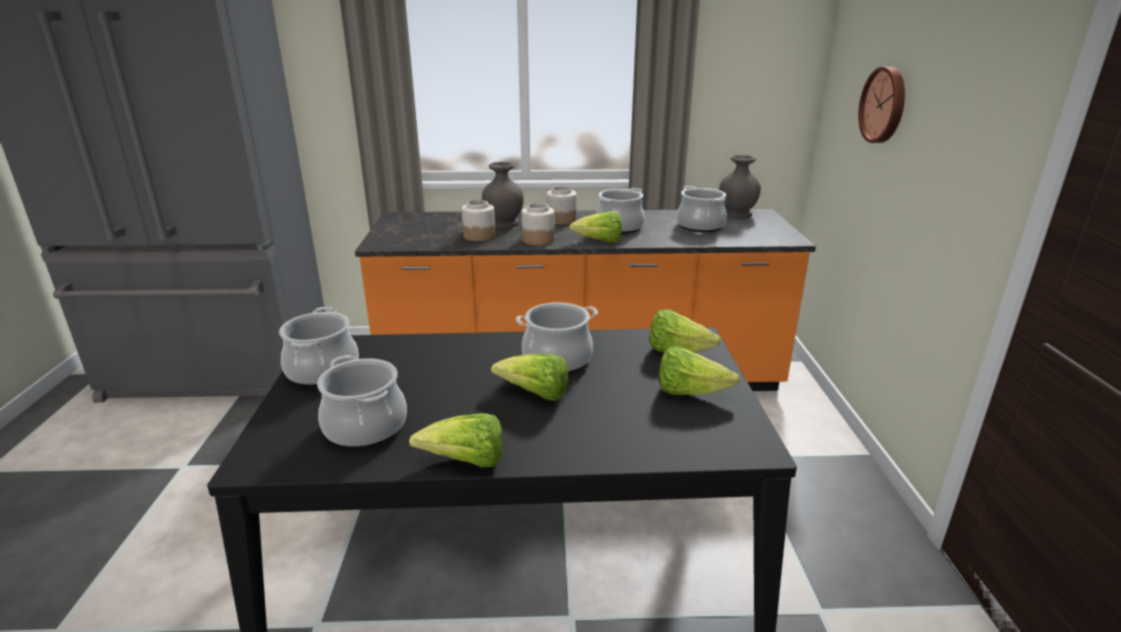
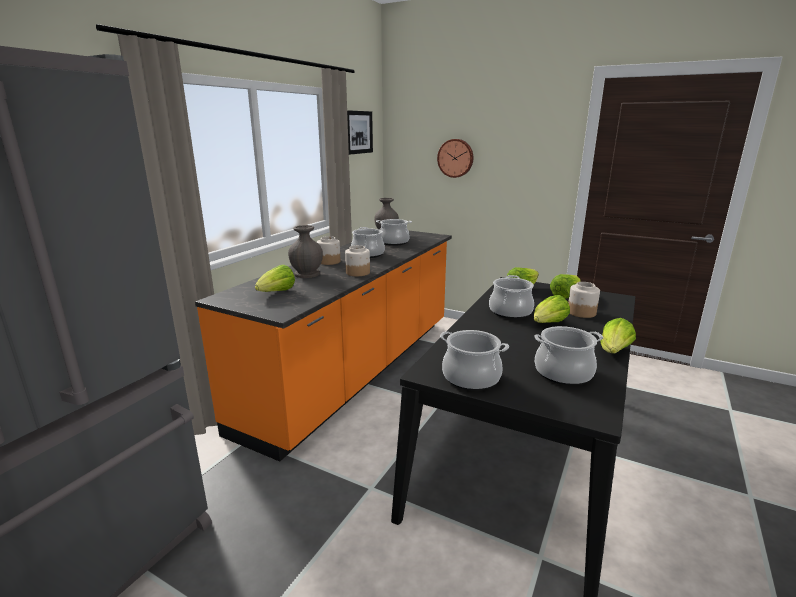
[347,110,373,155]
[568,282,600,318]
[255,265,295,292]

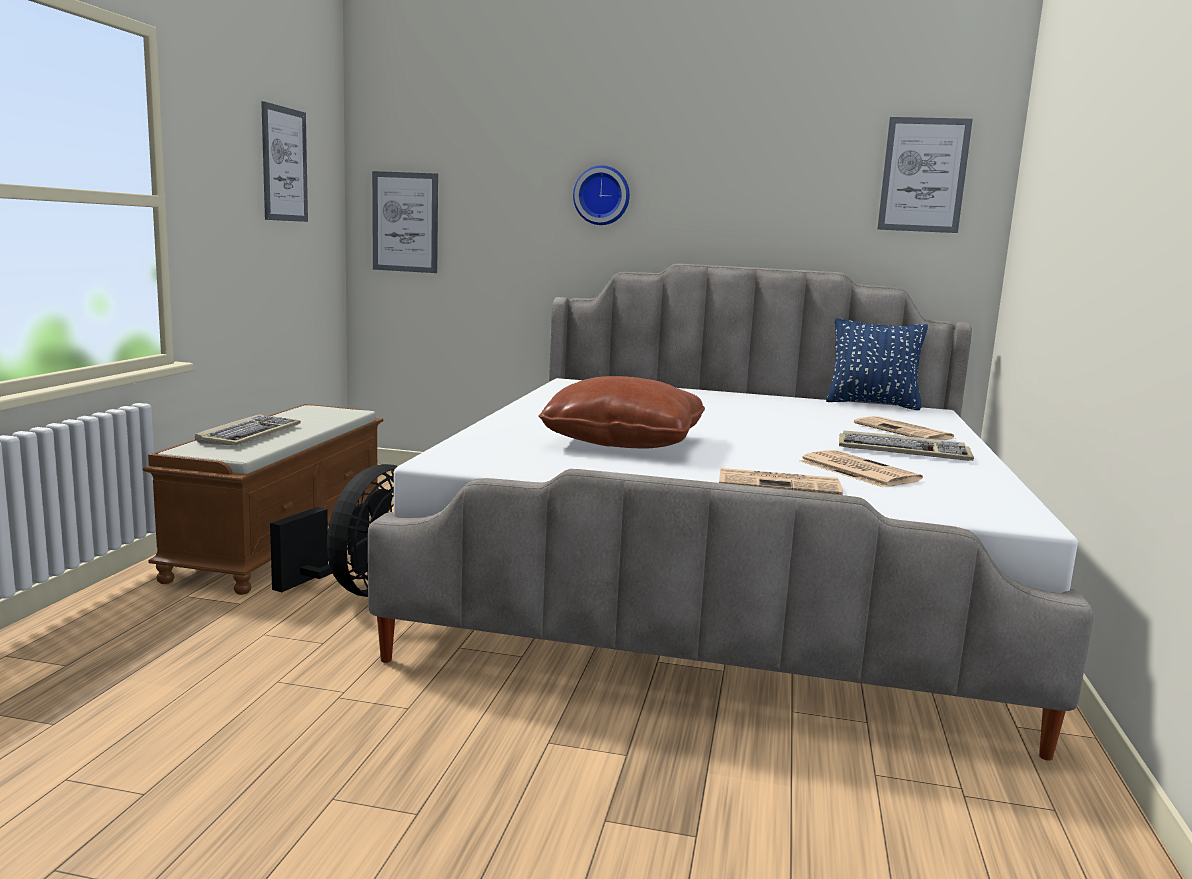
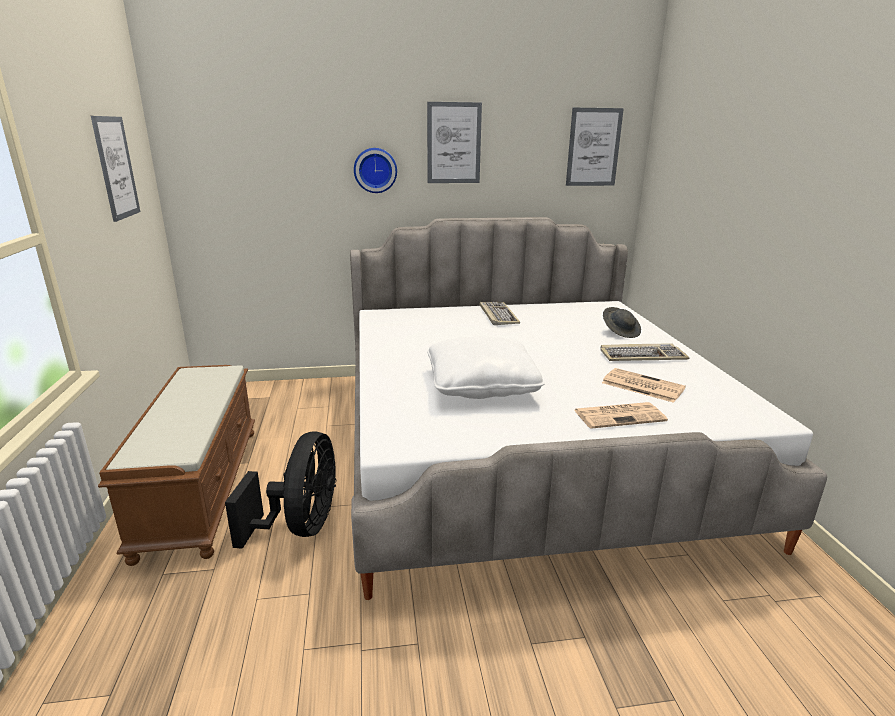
[826,318,928,410] (first image)
[479,302,520,325]
[427,102,482,183]
[603,307,641,338]
[427,337,545,399]

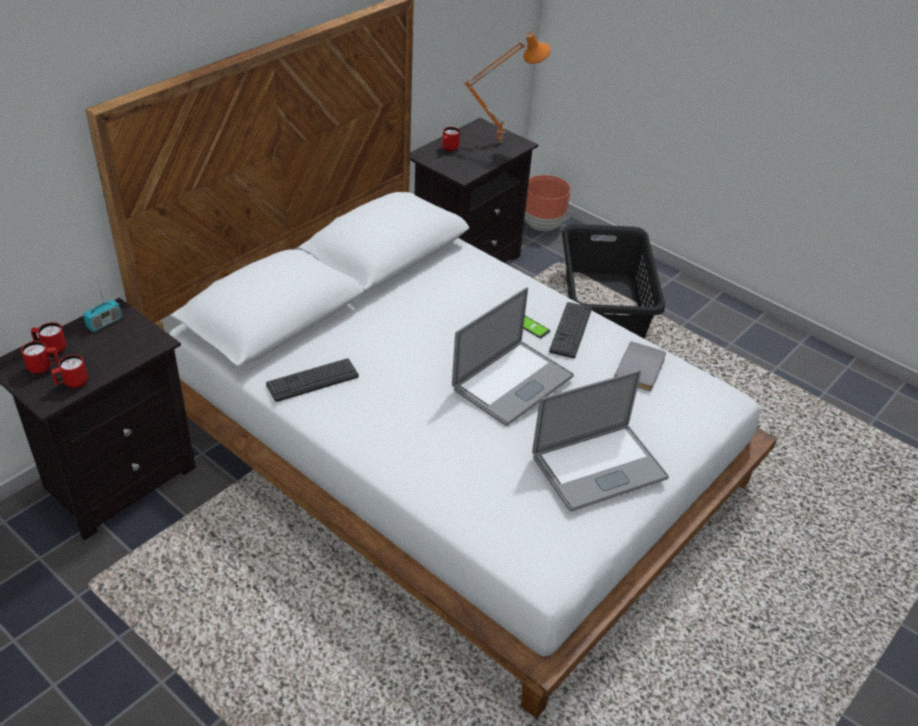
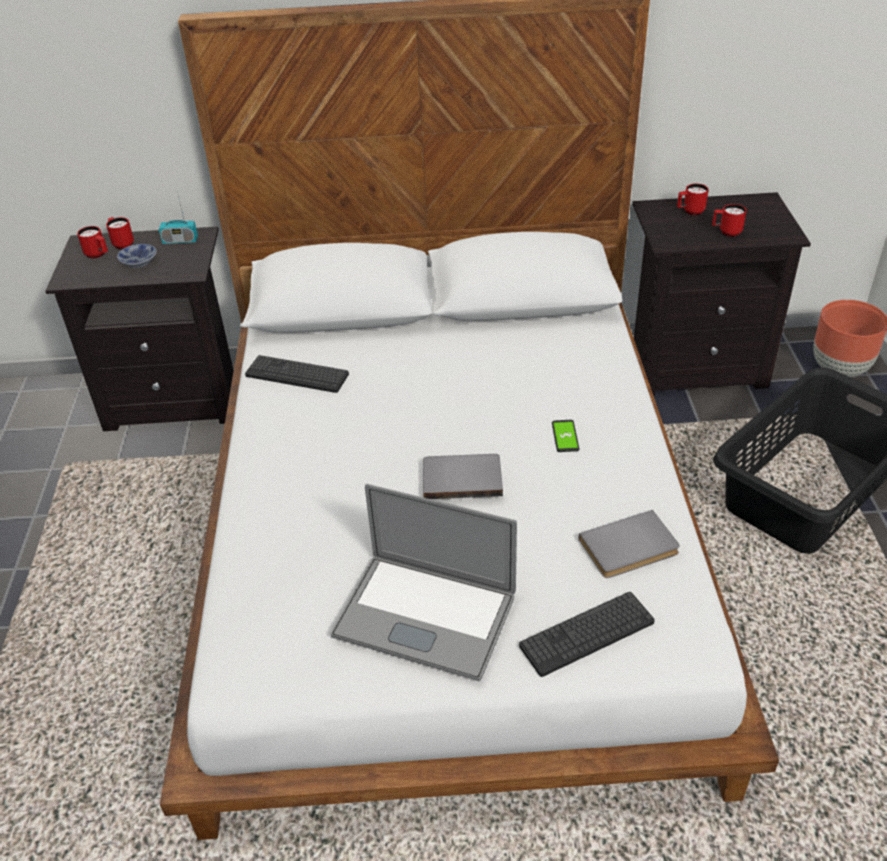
[464,32,551,143] (first image)
[117,244,157,268]
[712,204,747,237]
[519,592,655,677]
[423,454,503,499]

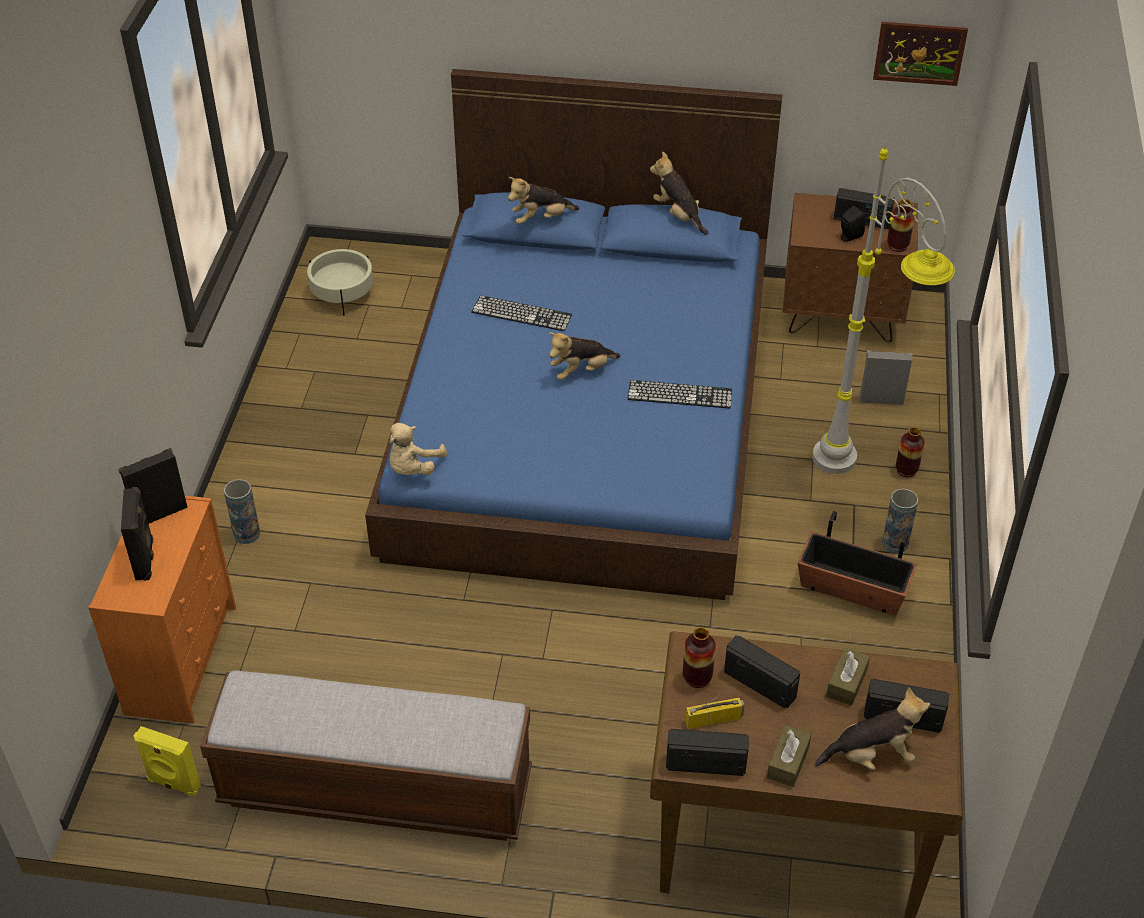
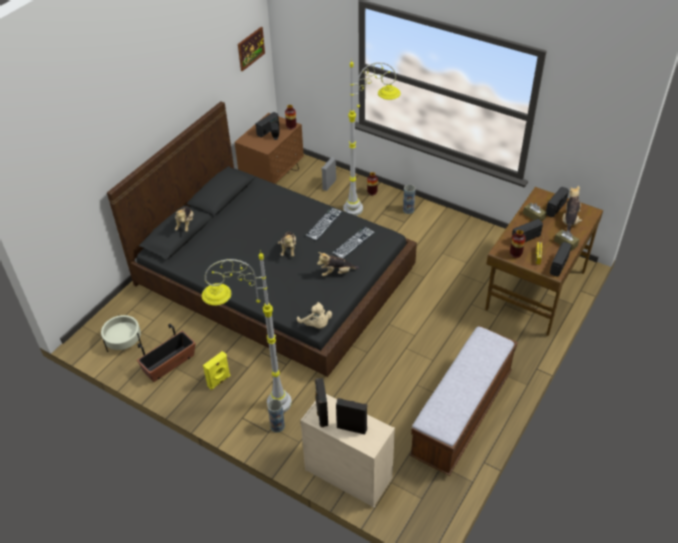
[202,250,292,413]
[203,351,230,390]
[332,227,375,259]
[317,252,359,276]
[137,324,196,382]
[300,394,395,508]
[107,101,417,377]

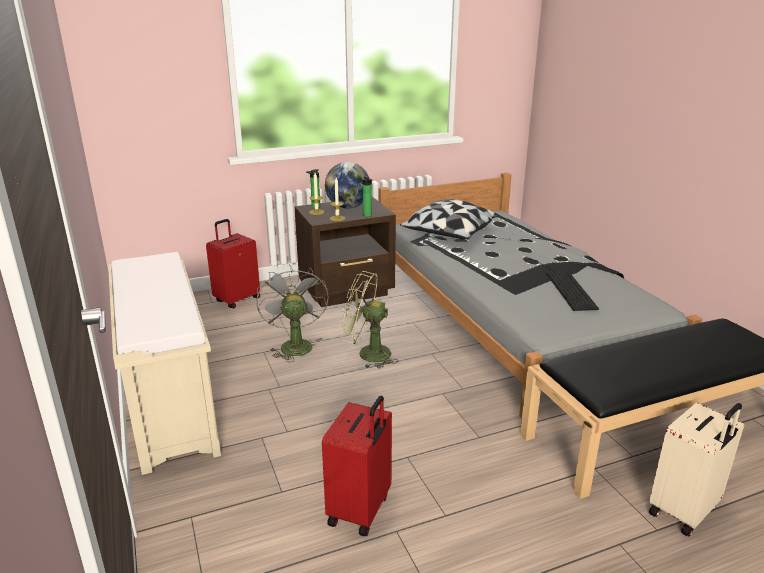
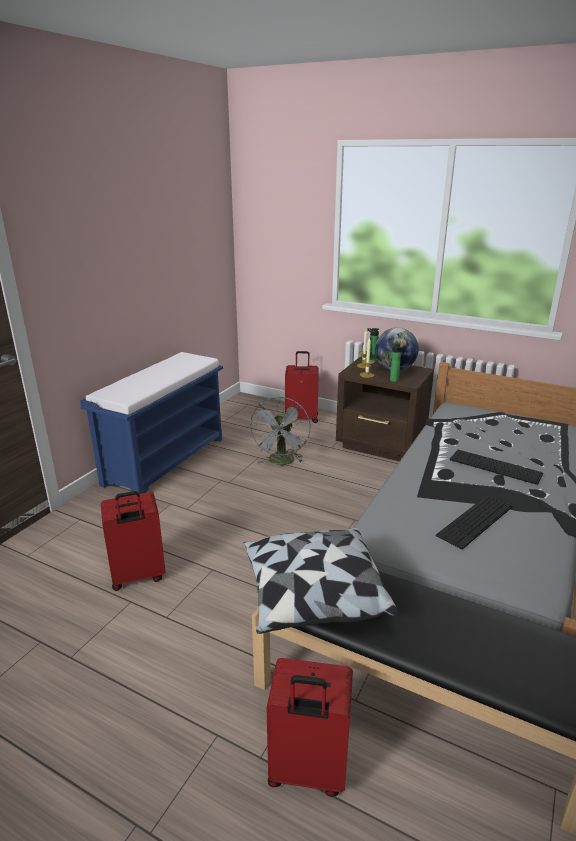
[340,271,397,369] (first image)
[450,450,543,485]
[244,528,399,634]
[80,352,223,494]
[267,658,353,797]
[250,397,310,465]

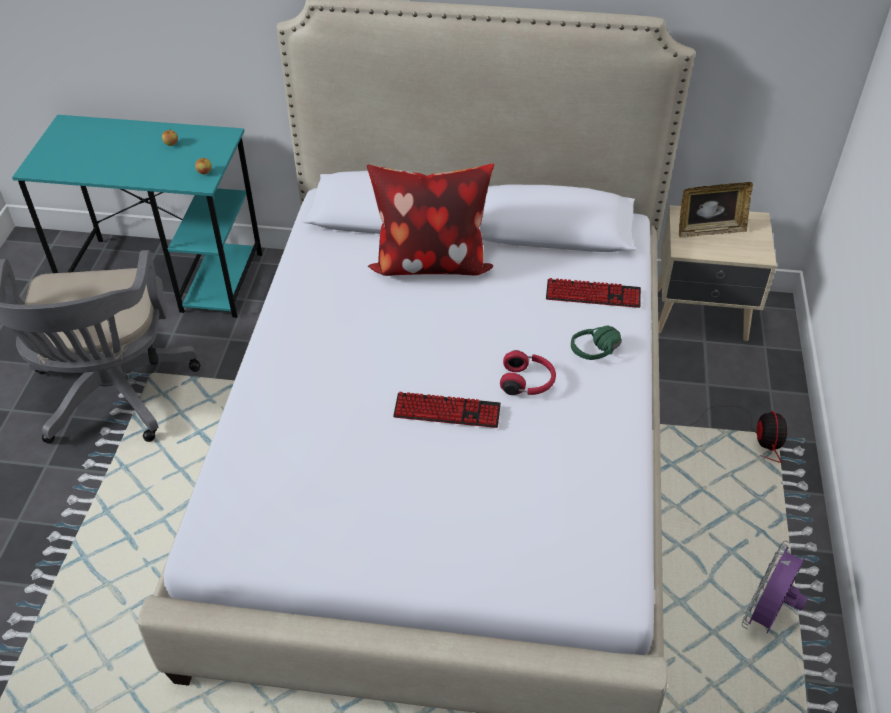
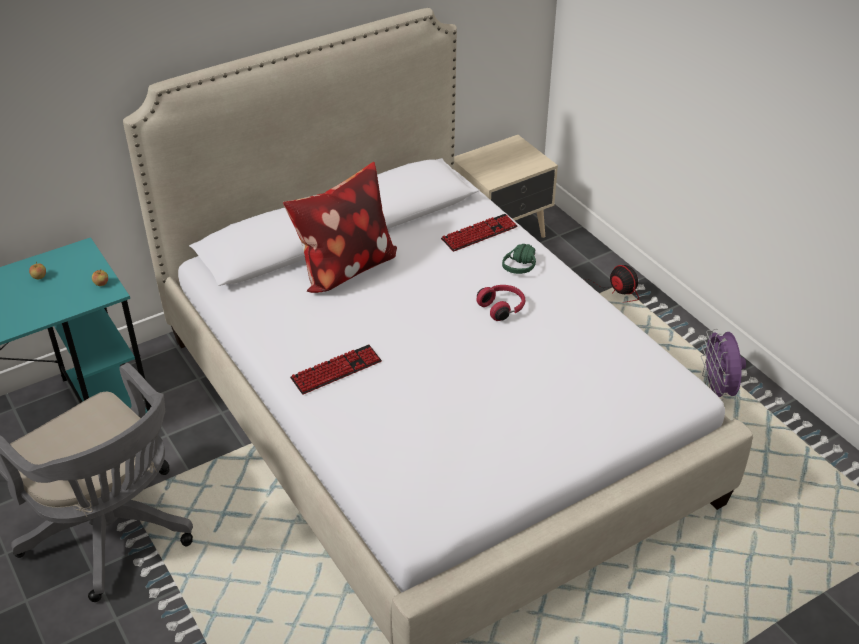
[679,182,753,238] (first image)
[290,344,382,395]

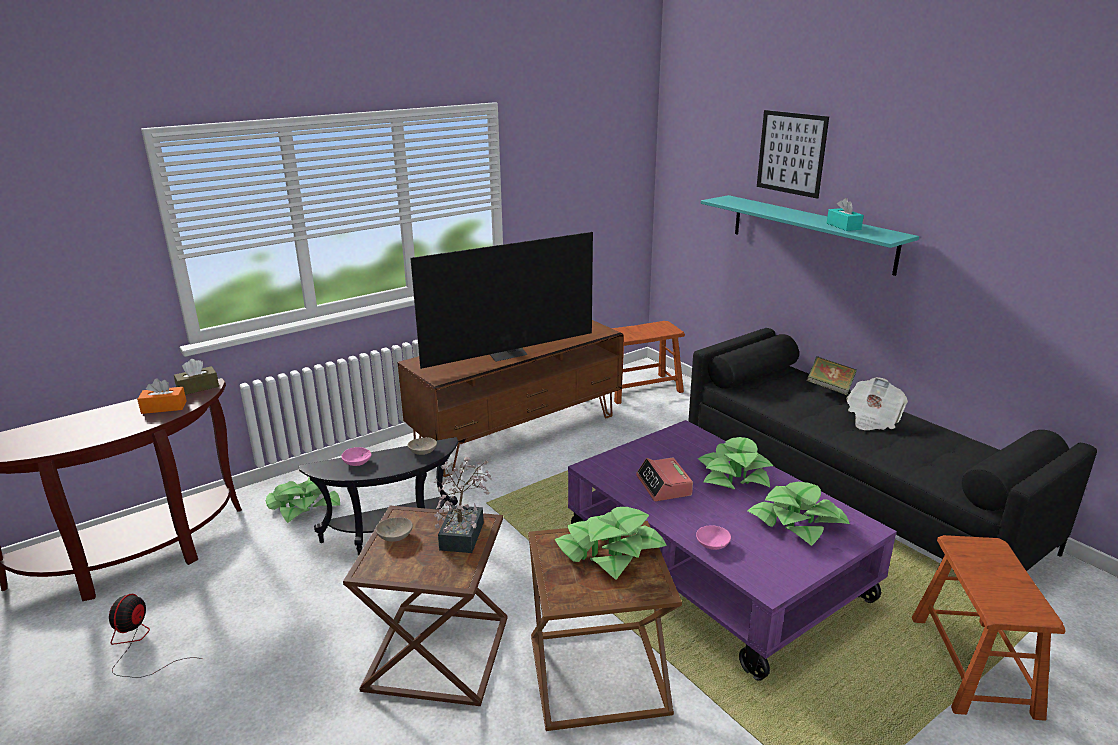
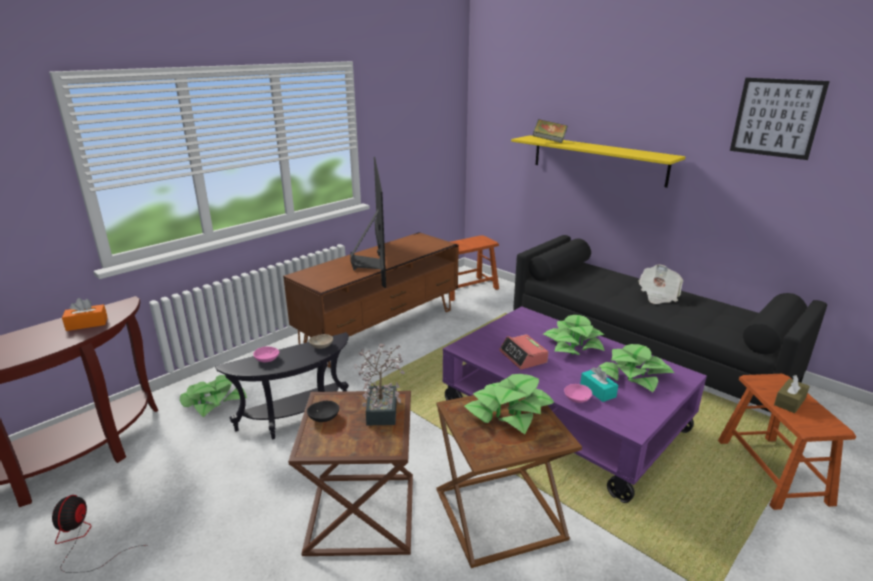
[774,375,810,413]
[730,78,830,160]
[533,119,567,143]
[580,367,618,402]
[307,400,339,422]
[511,135,686,188]
[351,157,386,288]

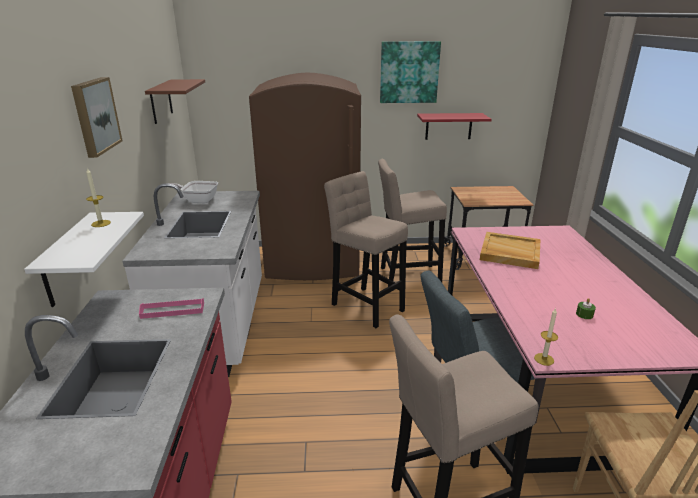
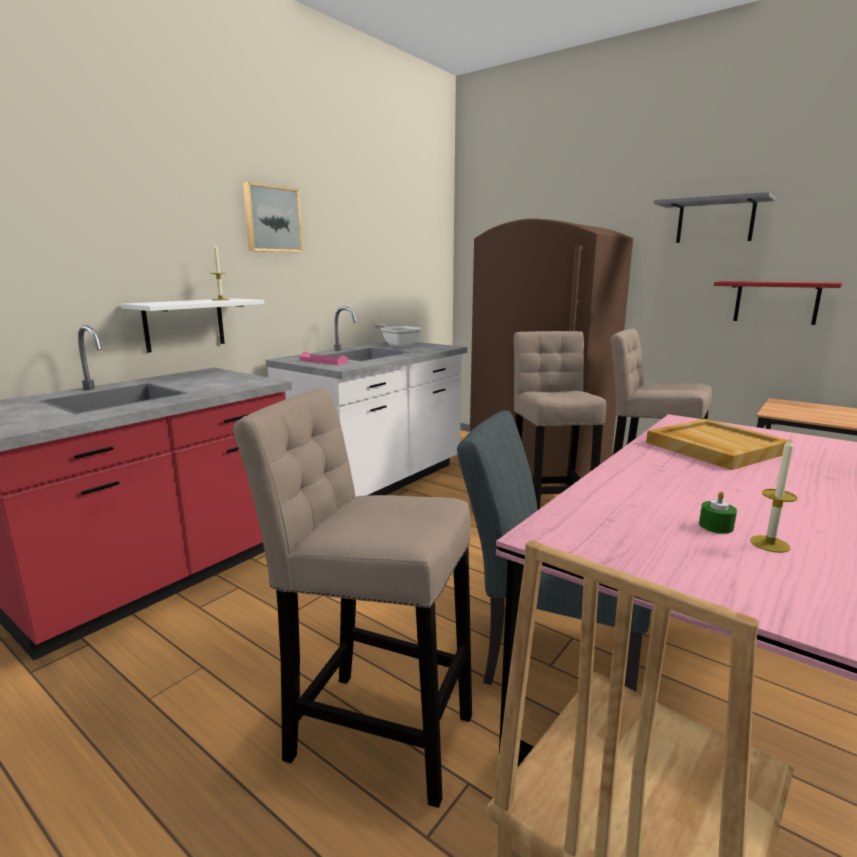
[145,79,205,124] (first image)
[299,351,348,365]
[750,436,797,553]
[654,192,776,243]

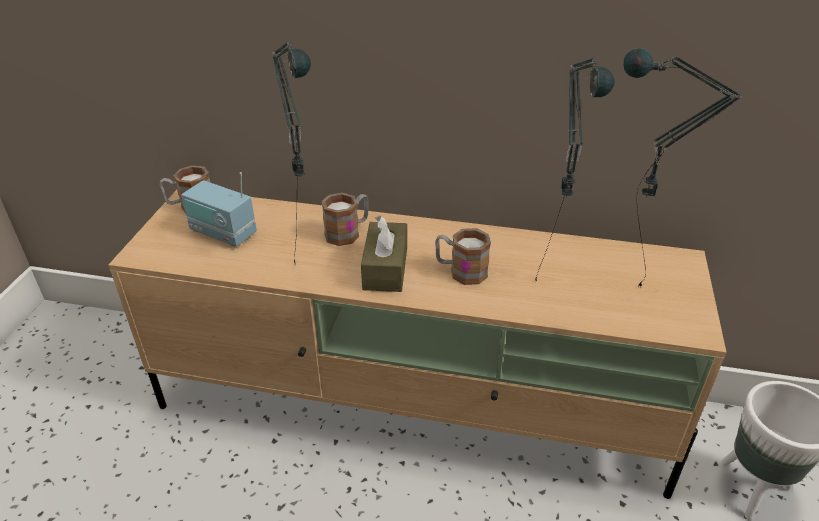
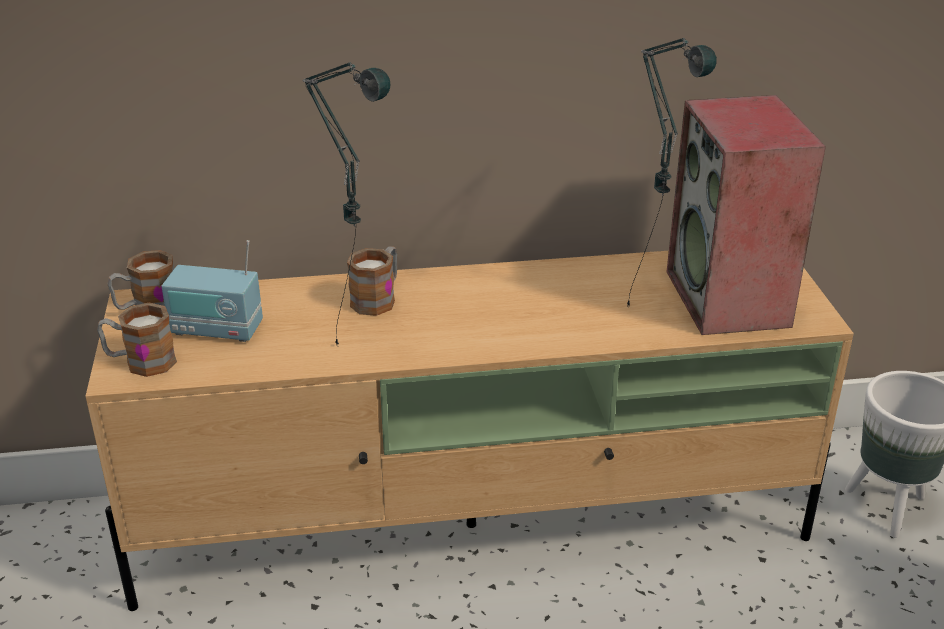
[361,216,407,292] (first image)
[97,303,177,377]
[667,95,826,335]

